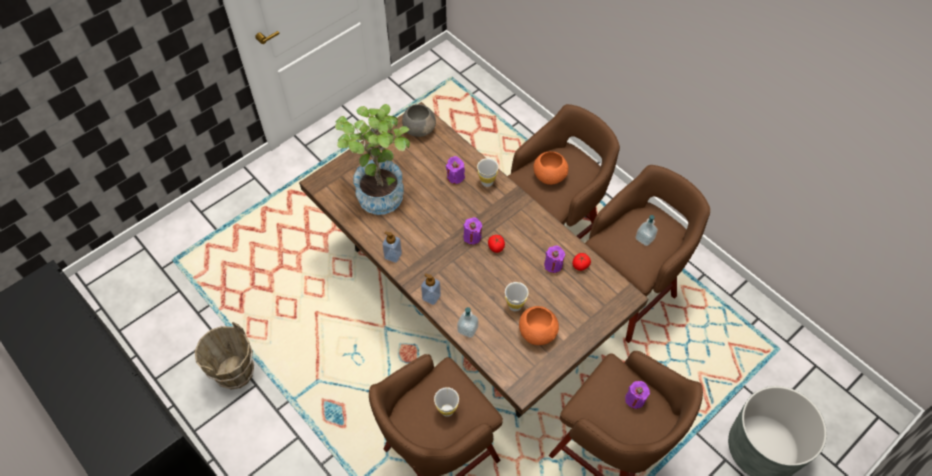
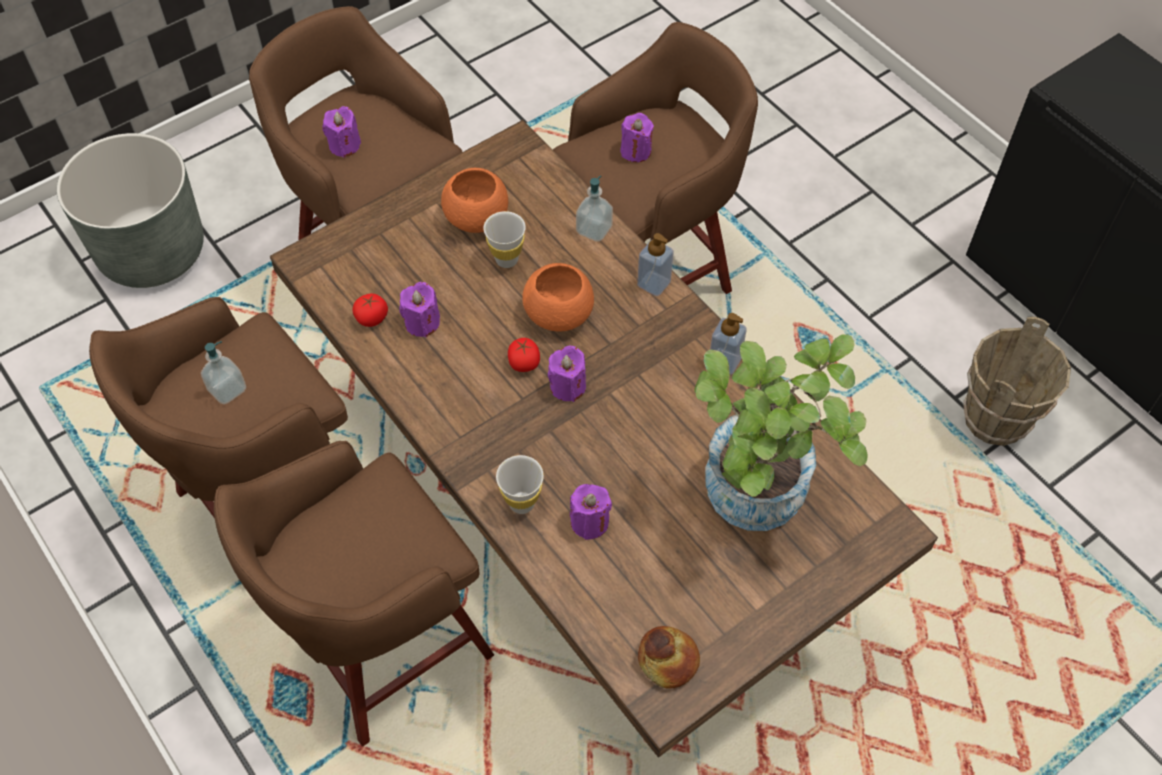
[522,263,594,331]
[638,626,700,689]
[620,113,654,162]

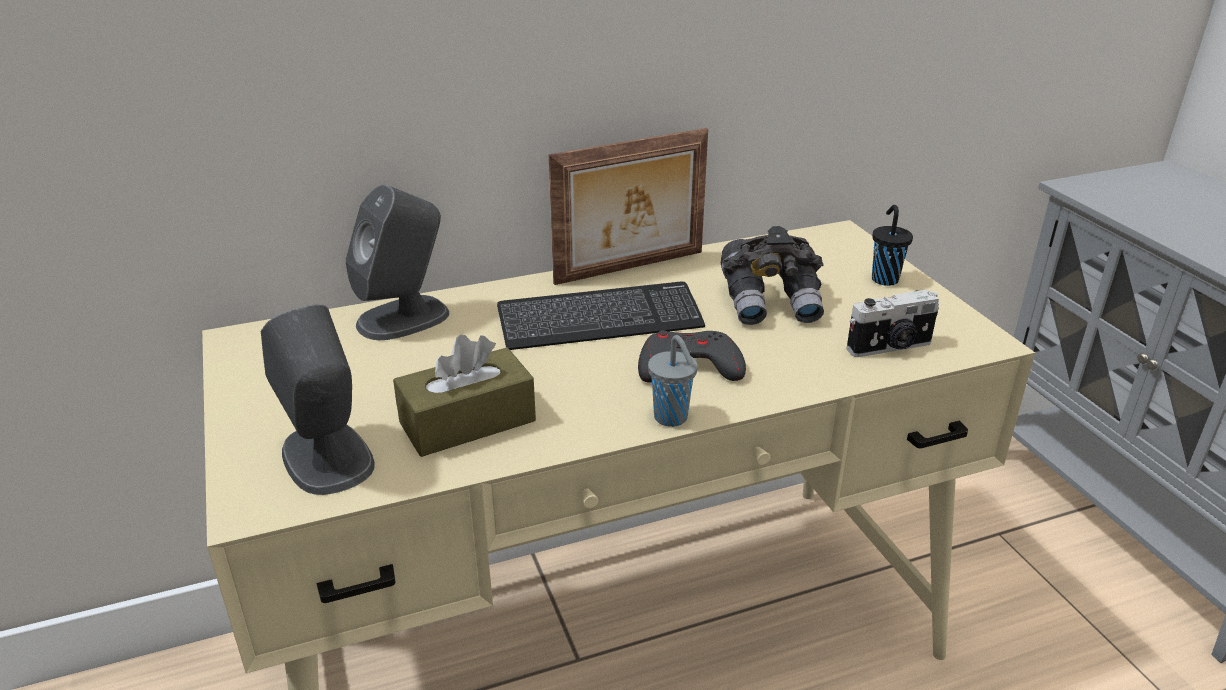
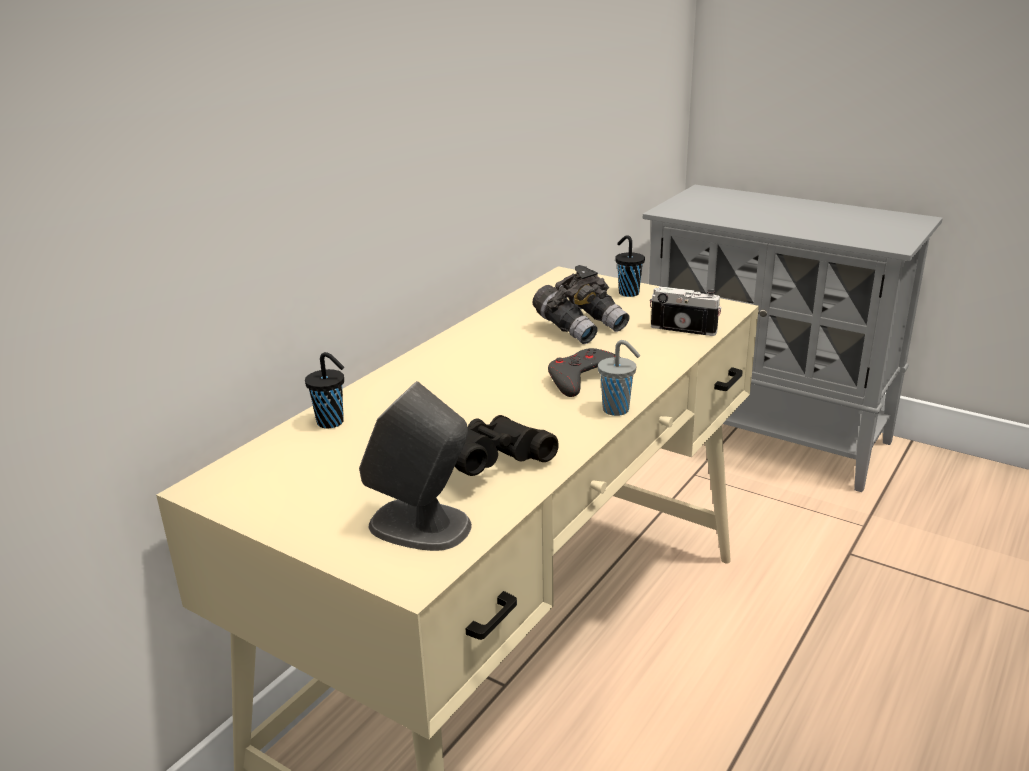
[497,281,705,350] (first image)
[549,128,708,285] (first image)
[305,352,344,428]
[455,415,559,476]
[650,286,722,336]

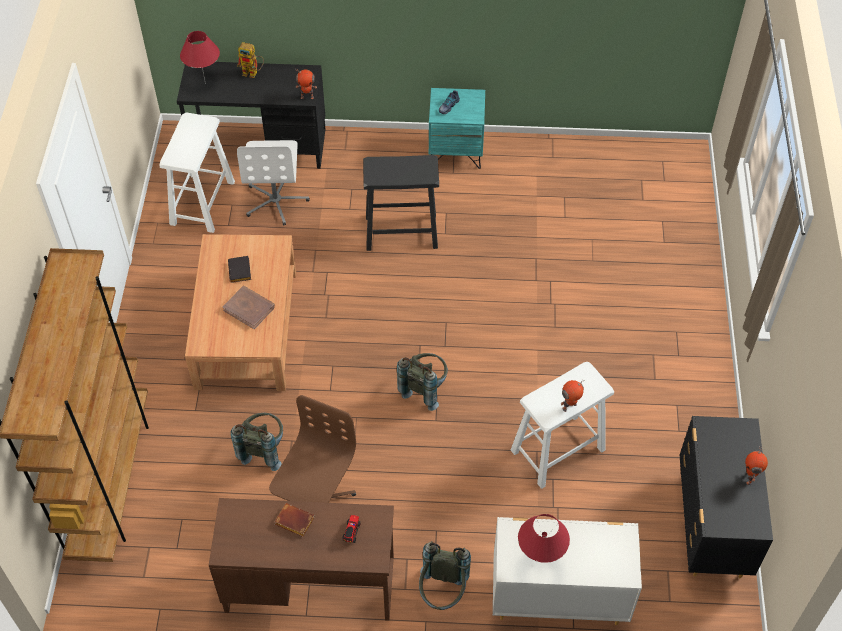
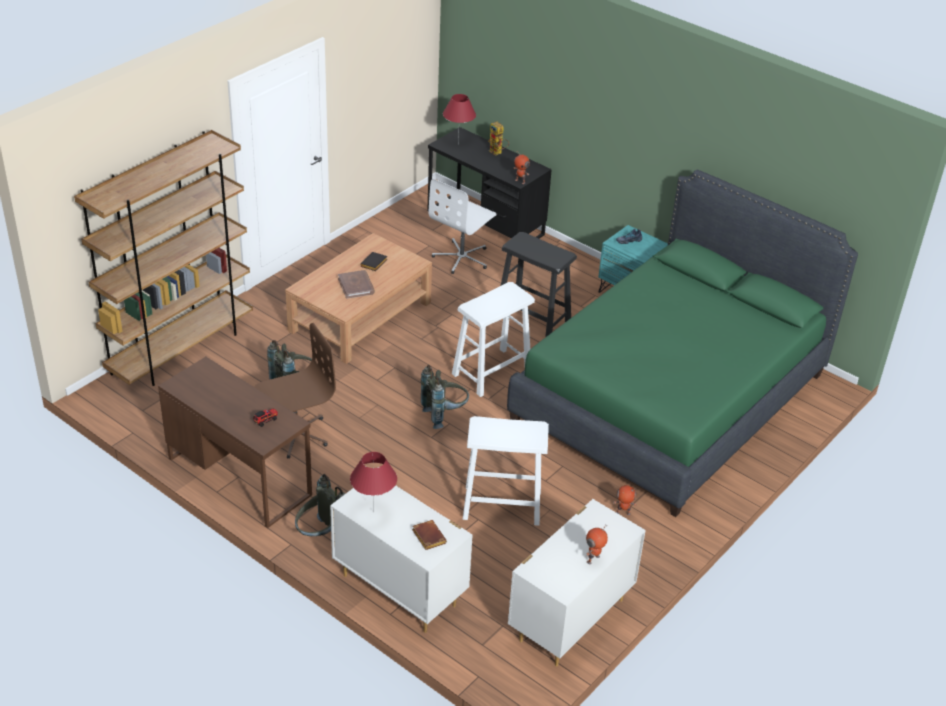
[507,170,858,517]
[452,282,535,397]
[412,520,447,550]
[613,485,636,515]
[508,499,646,667]

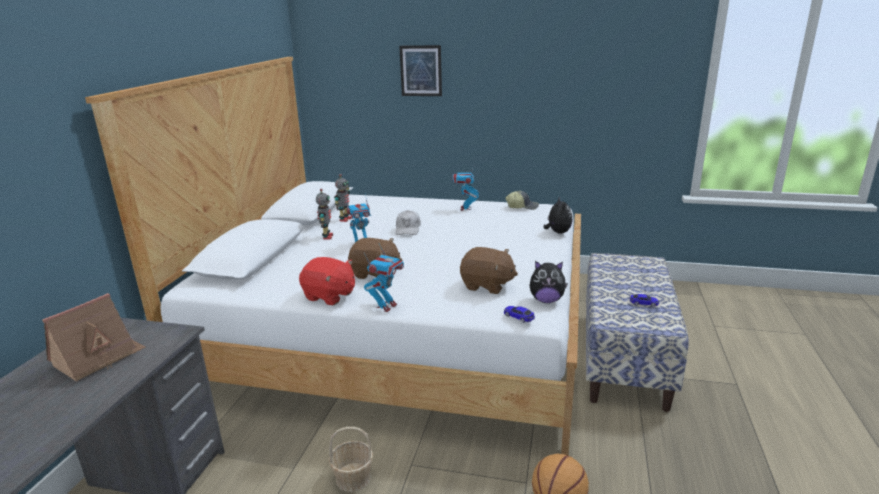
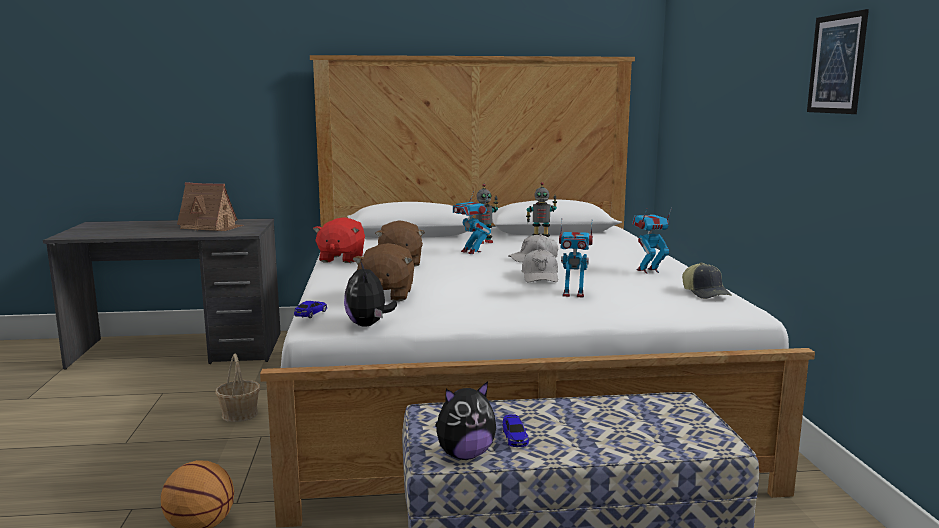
[522,249,558,282]
[559,223,593,298]
[807,9,869,114]
[435,381,496,460]

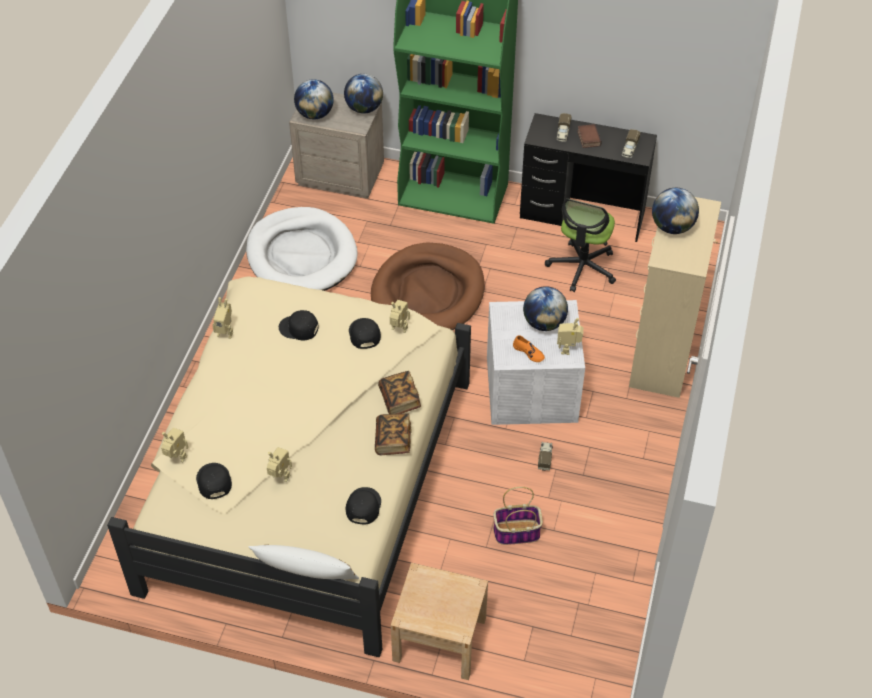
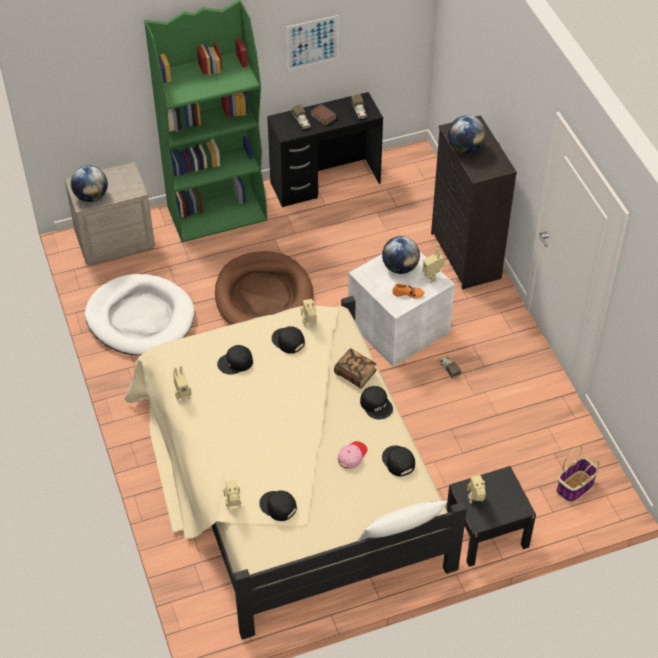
[344,74,383,114] (first image)
[545,199,616,292] (first image)
[286,15,339,71]
[338,441,367,469]
[467,475,486,504]
[556,446,599,502]
[360,386,393,419]
[446,466,536,567]
[431,115,517,290]

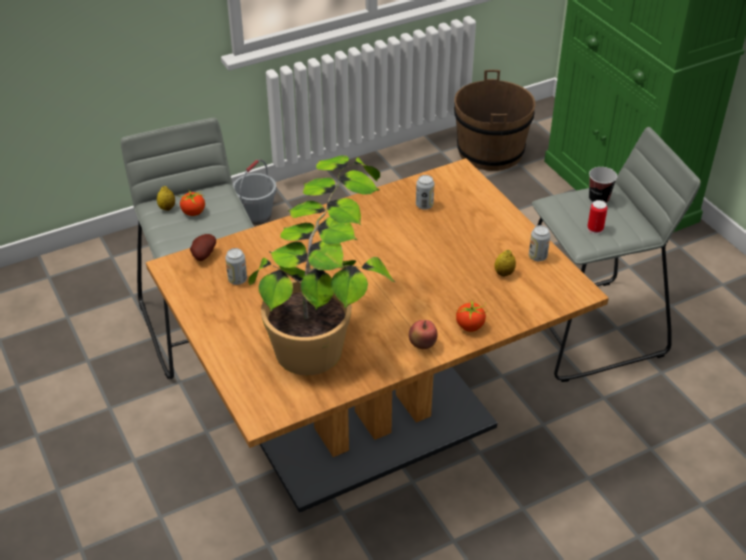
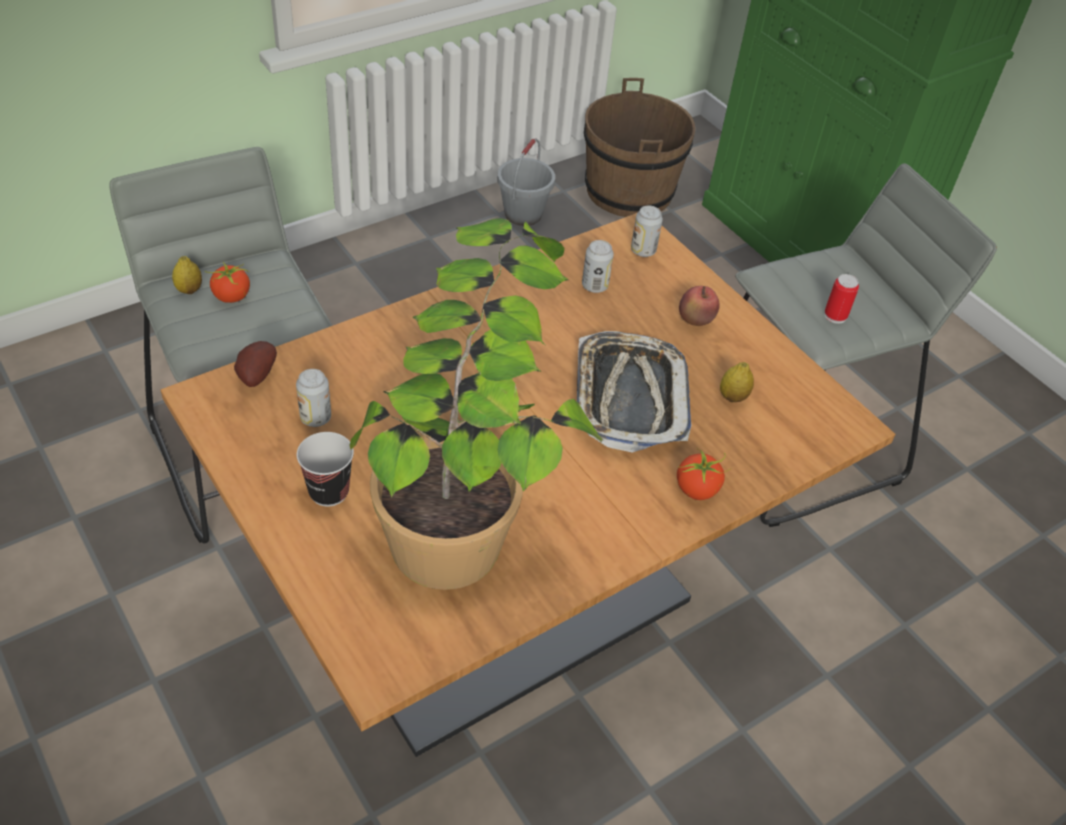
[577,331,691,453]
[497,138,555,226]
[679,286,720,326]
[631,205,663,257]
[297,432,354,506]

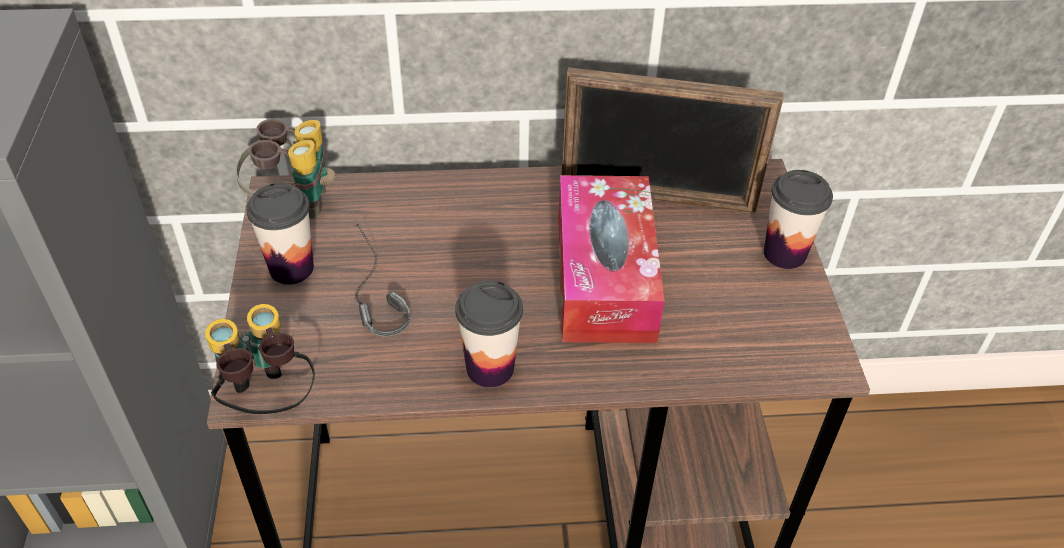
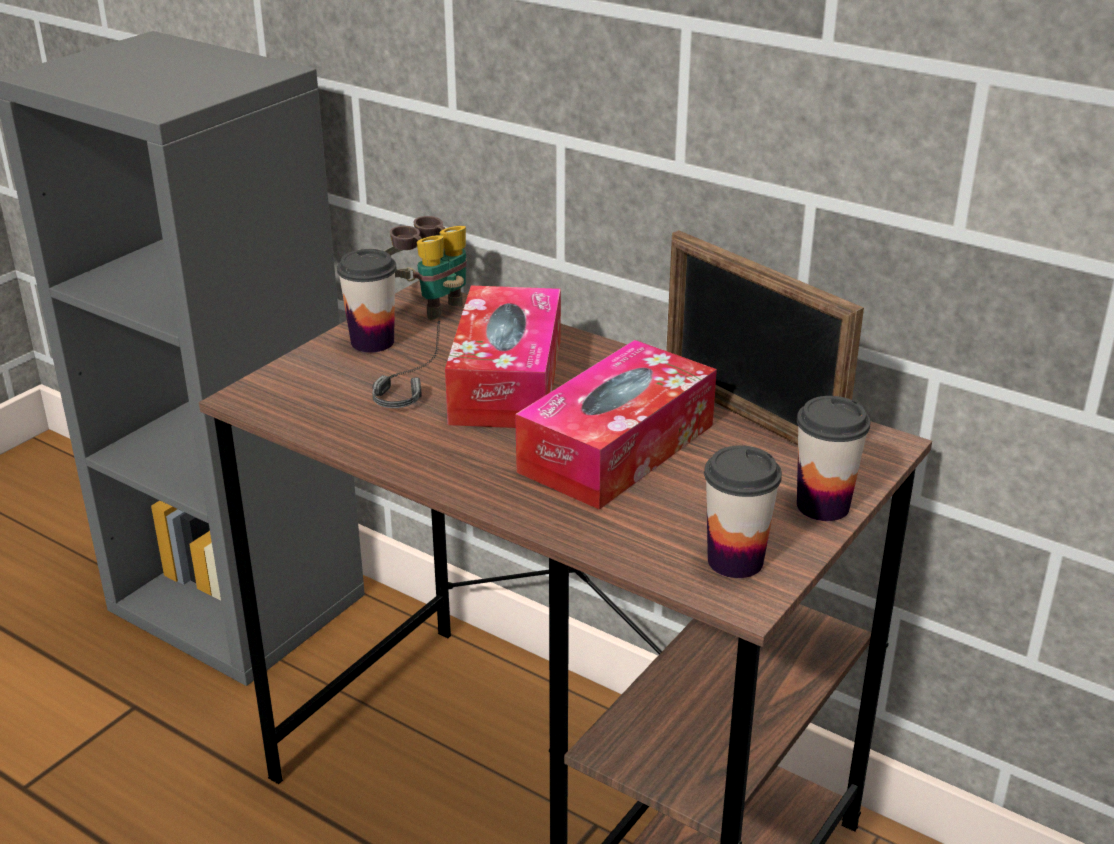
[205,304,315,414] (first image)
[445,286,561,428]
[704,445,782,578]

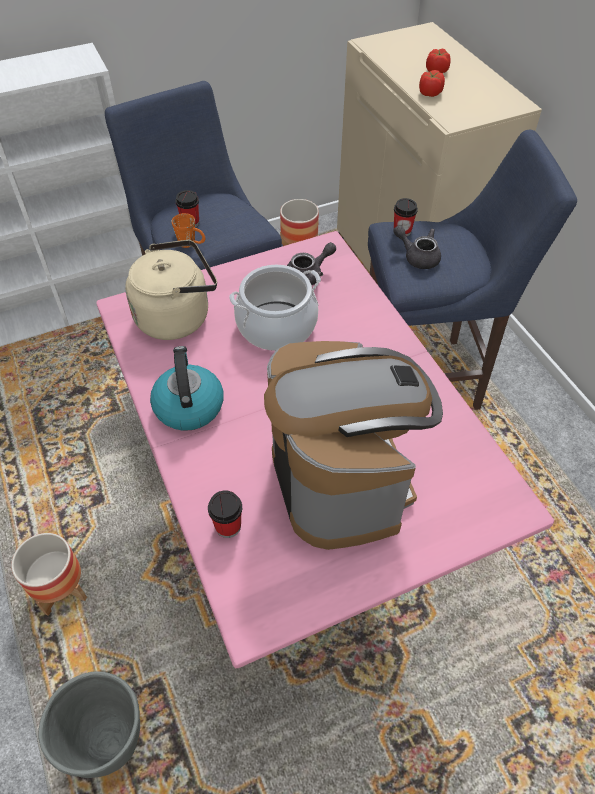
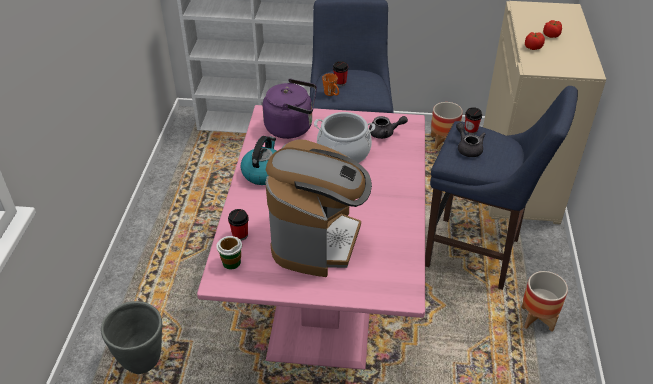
[216,236,242,269]
[522,271,568,332]
[263,79,317,139]

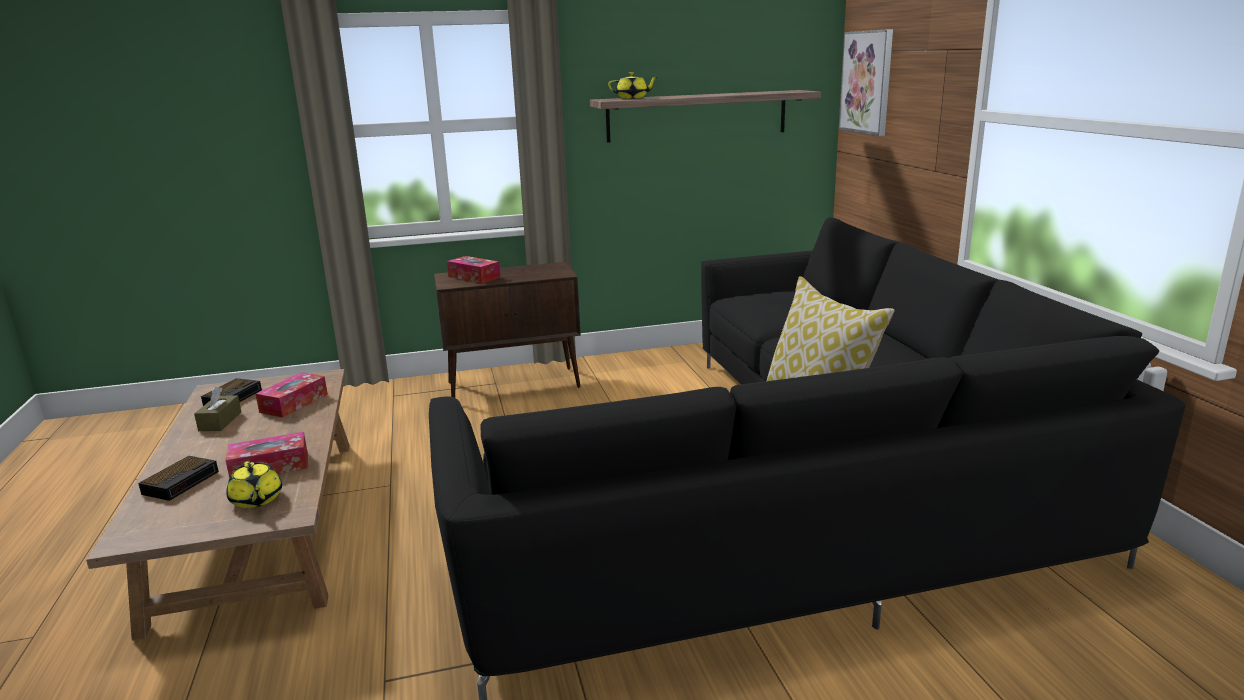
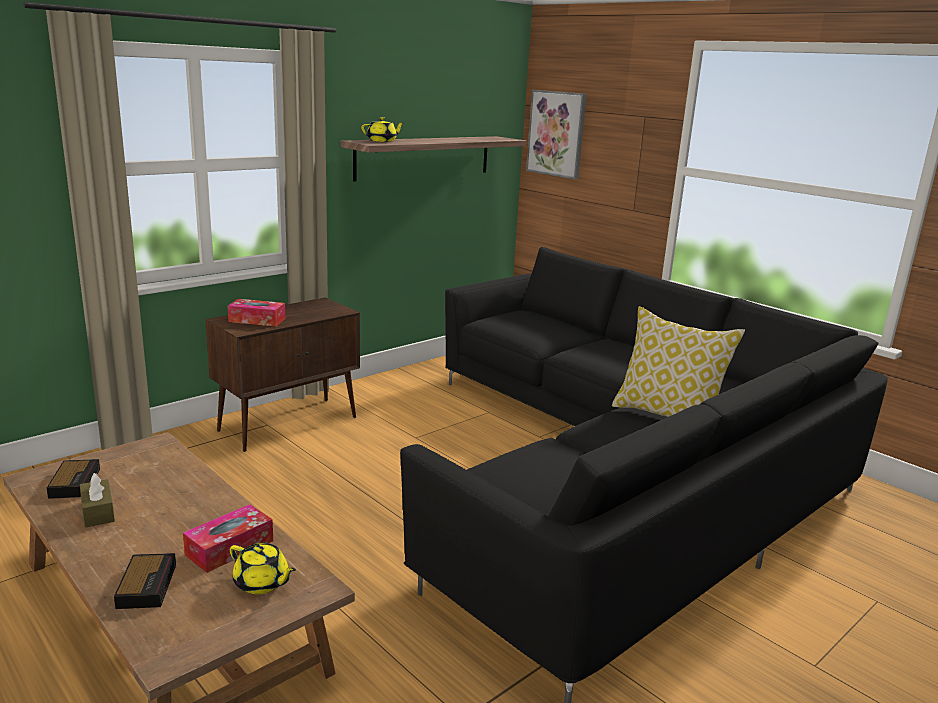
[256,372,328,418] (first image)

